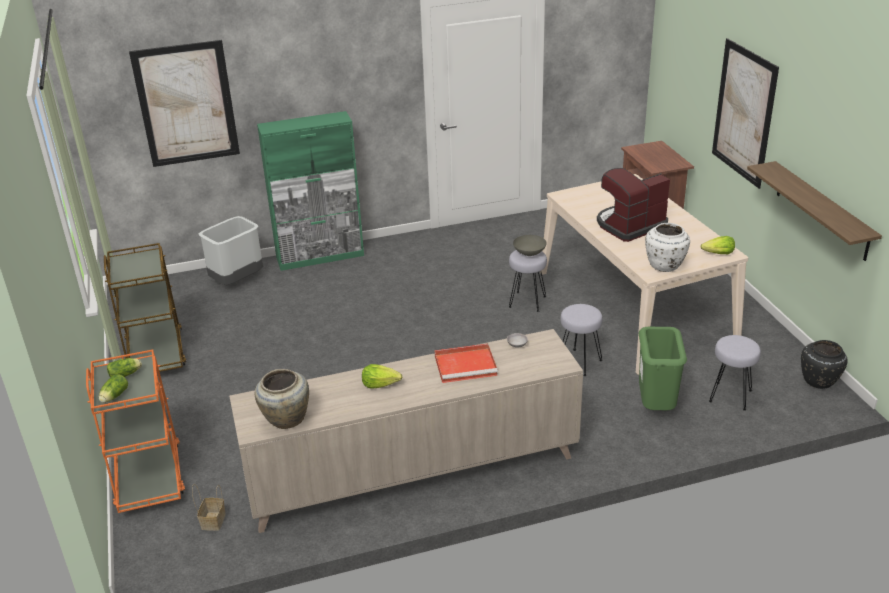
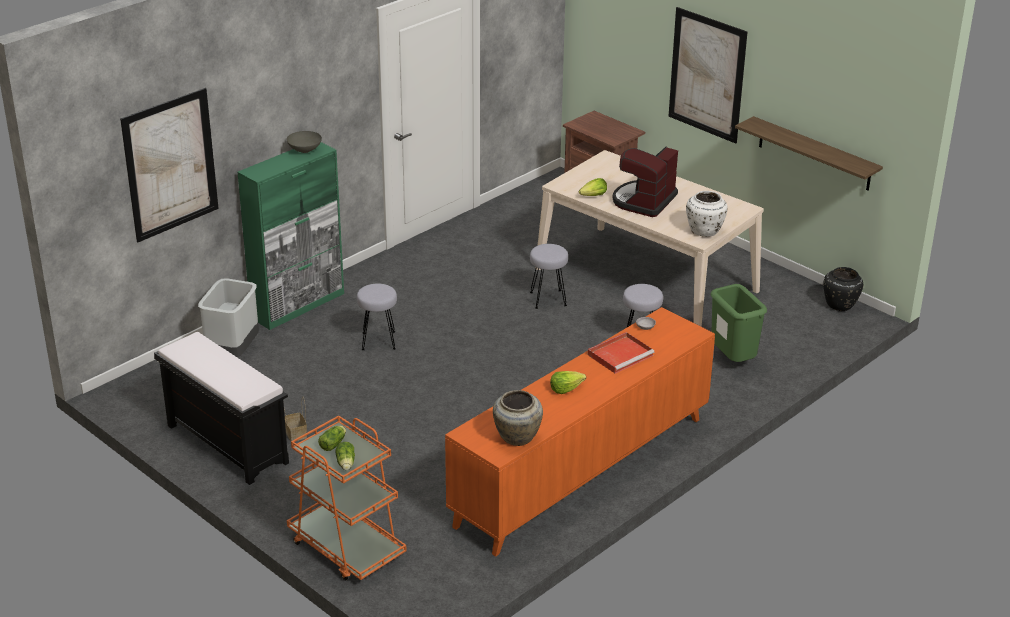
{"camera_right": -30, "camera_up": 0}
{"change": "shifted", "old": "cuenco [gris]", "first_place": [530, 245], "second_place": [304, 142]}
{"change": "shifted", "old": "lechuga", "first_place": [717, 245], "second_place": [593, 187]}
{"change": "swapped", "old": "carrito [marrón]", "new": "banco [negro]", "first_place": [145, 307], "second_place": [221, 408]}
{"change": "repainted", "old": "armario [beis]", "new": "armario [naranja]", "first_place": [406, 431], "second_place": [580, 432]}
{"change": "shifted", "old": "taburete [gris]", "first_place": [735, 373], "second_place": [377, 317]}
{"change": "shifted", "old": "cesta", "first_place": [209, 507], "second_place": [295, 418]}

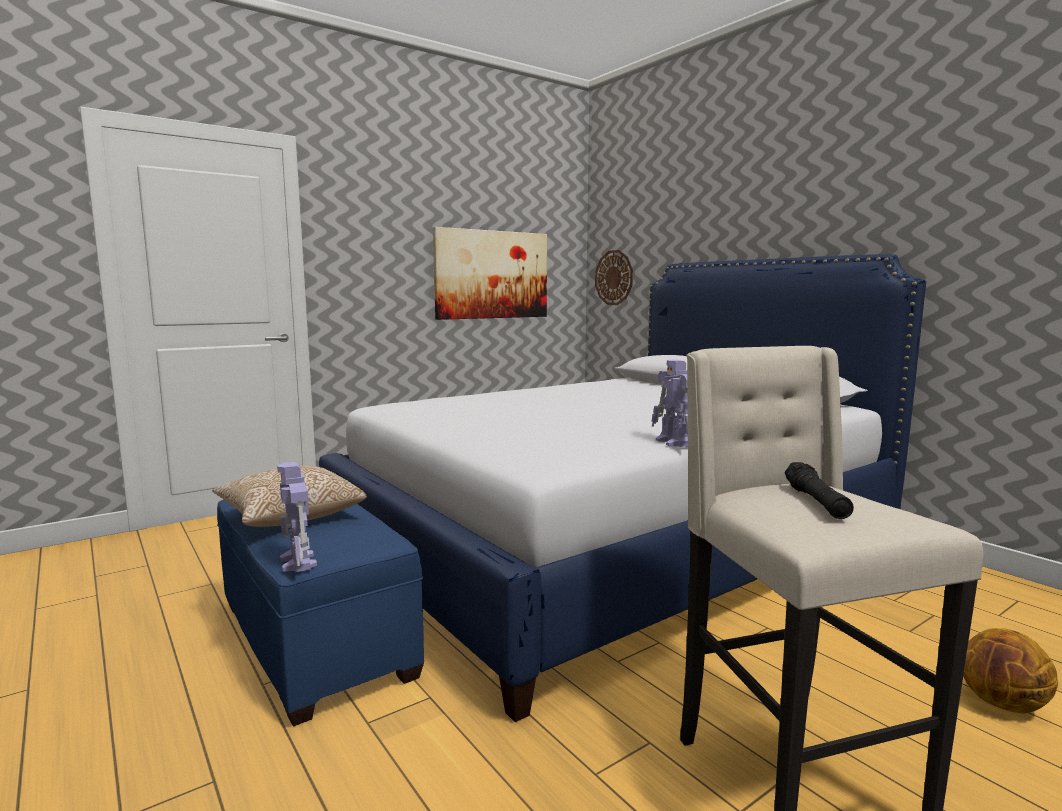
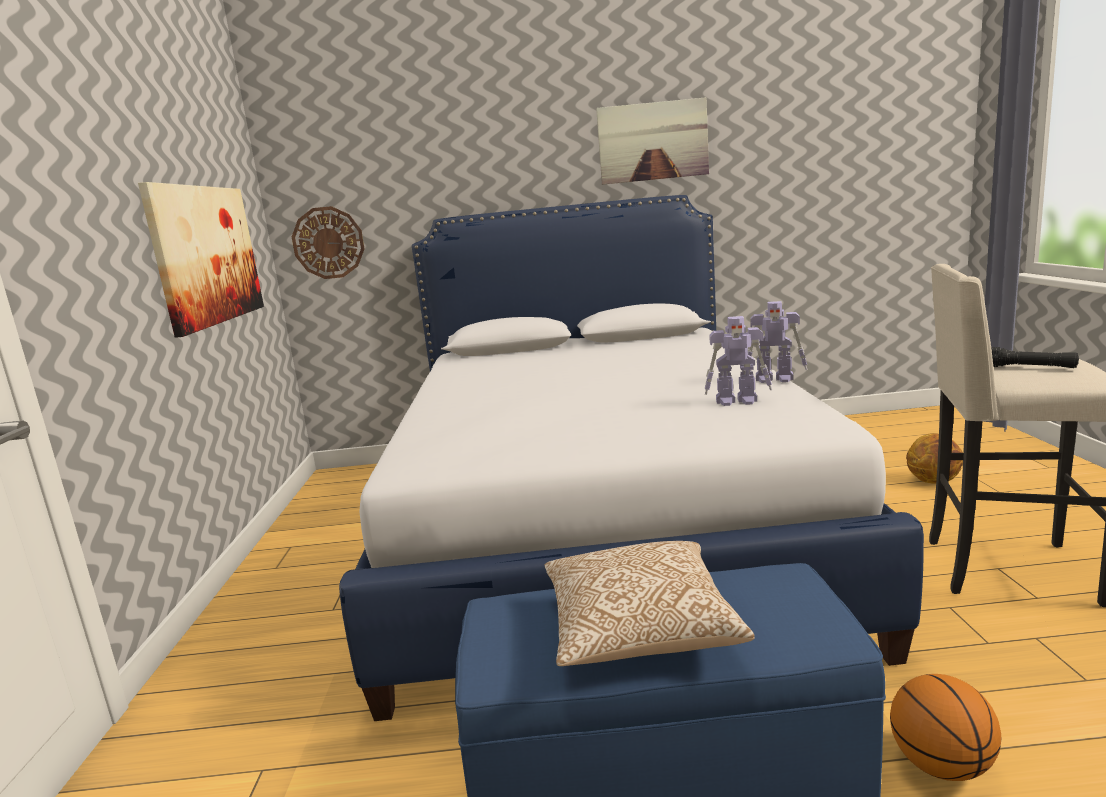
{"camera_right": -55, "camera_up": 5}
{"change": "shifted", "old": "robot de juguete", "first_place": [297, 517], "second_place": [738, 361]}
{"change": "new", "new": "cuadro", "second_place": [652, 141]}
{"change": "new", "new": "balón de baloncesto", "second_place": [945, 727]}

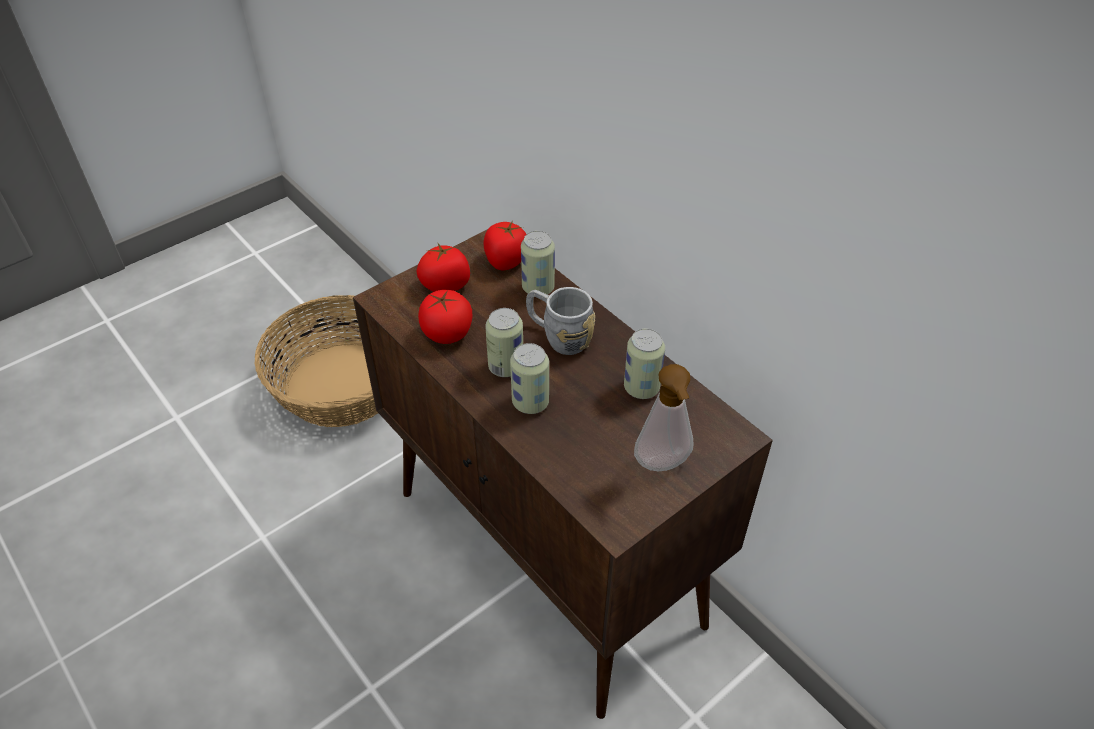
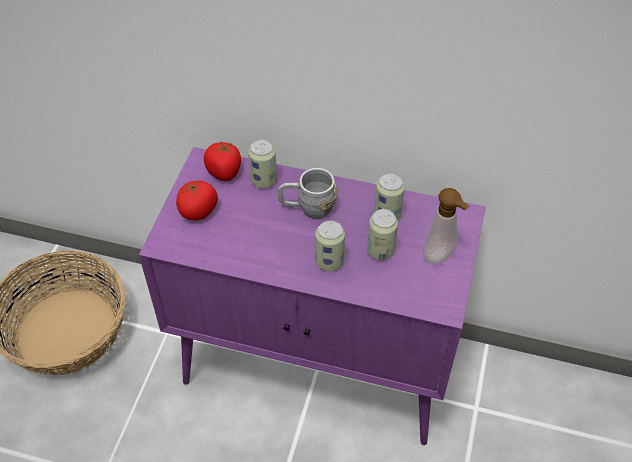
{"camera_right": -35, "camera_up": 5}
{"change": "repainted", "old": "armario [marrón]", "new": "armario [morado]", "first_place": [563, 474], "second_place": [312, 296]}
{"change": "gone", "old": "tomate", "first_place": [445, 317]}
{"change": "shifted", "old": "lata", "first_place": [504, 342], "second_place": [382, 234]}

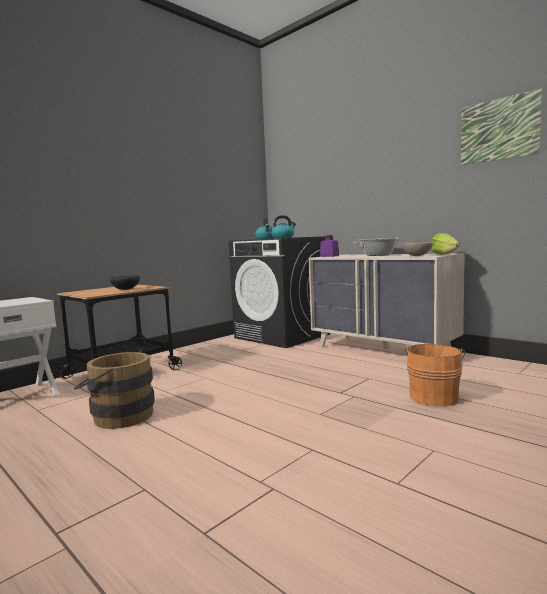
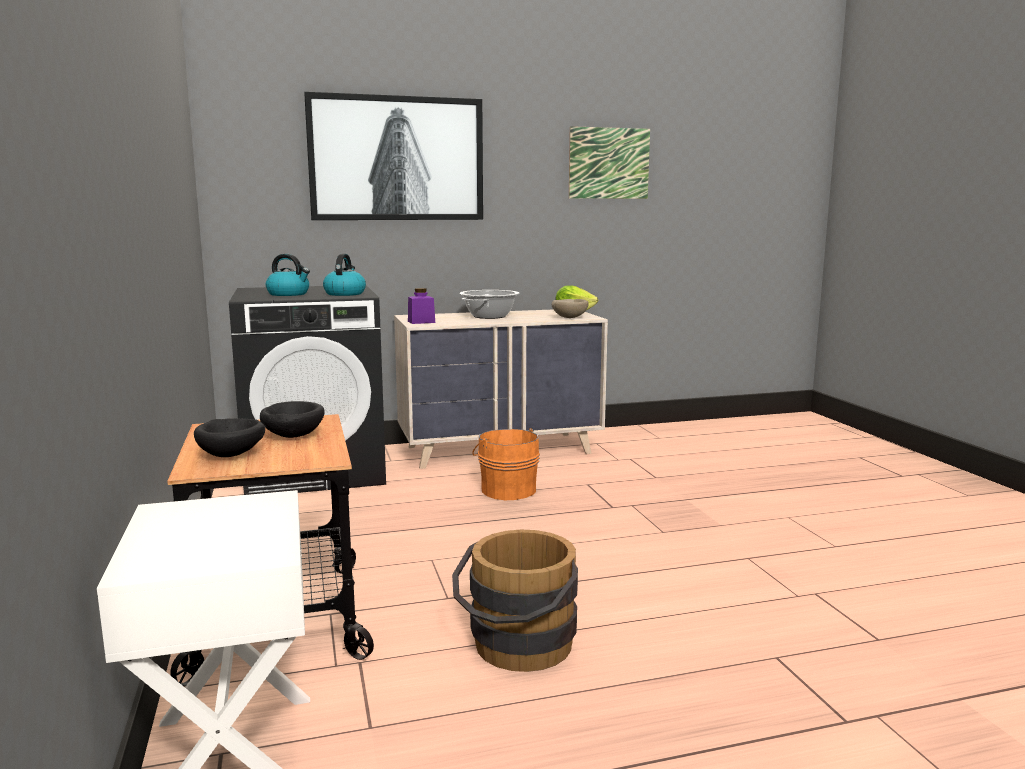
{"camera_right": -60, "camera_up": 5}
{"change": "shifted", "old": "cubo [naranja]", "first_place": [435, 375], "second_place": [506, 464]}
{"change": "new", "new": "cuadro", "second_place": [393, 156]}
{"change": "new", "new": "cuenco [negro]", "second_place": [229, 437]}

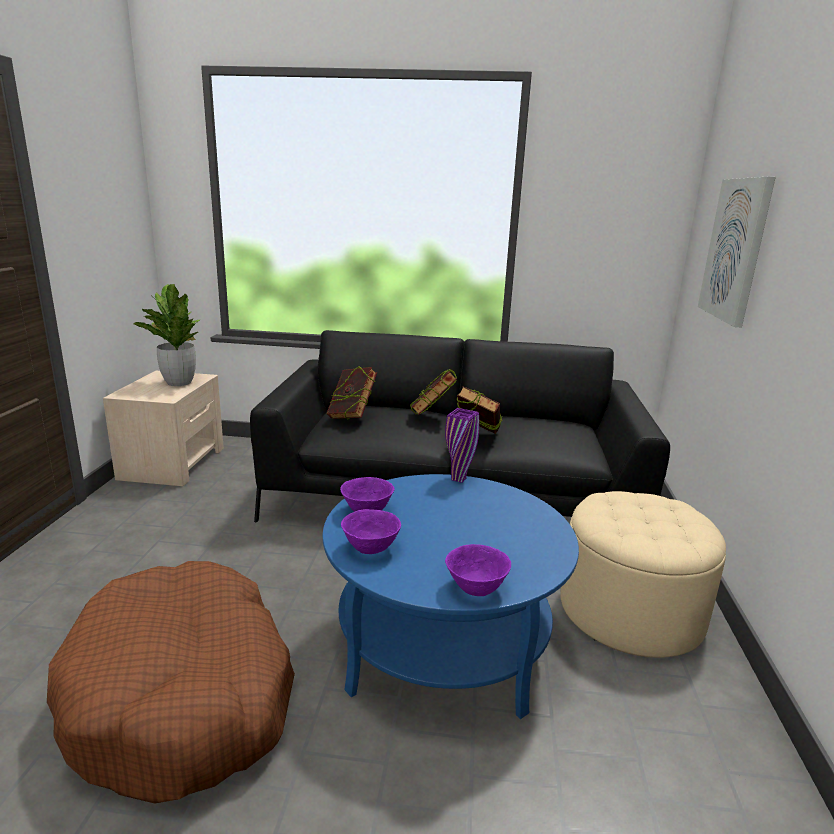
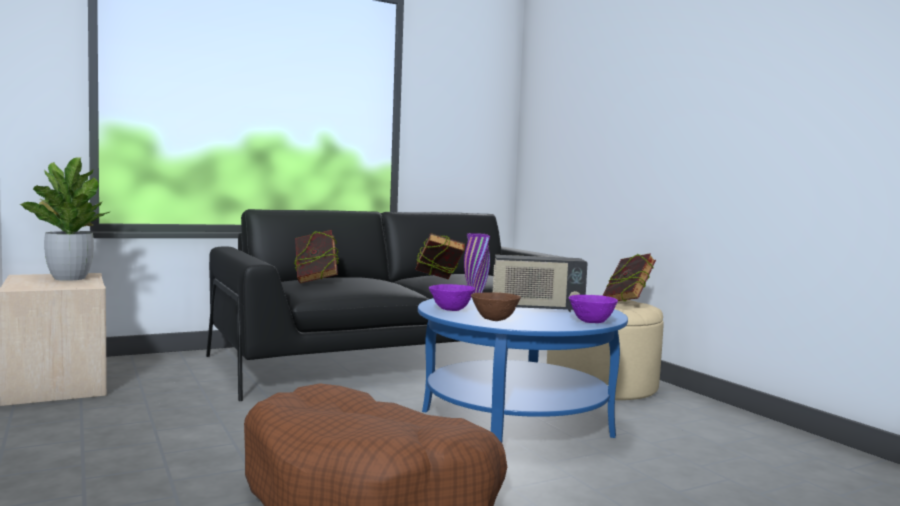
{"camera_right": -35, "camera_up": -15}
{"change": "gone", "old": "cuadro", "first_place": [737, 252]}
{"change": "shifted", "old": "libro", "first_place": [433, 391], "second_place": [629, 277]}
{"change": "repainted", "old": "cuenco [morado]", "new": "cuenco [marrón]", "first_place": [371, 531], "second_place": [496, 306]}
{"change": "new", "new": "radio", "second_place": [540, 283]}

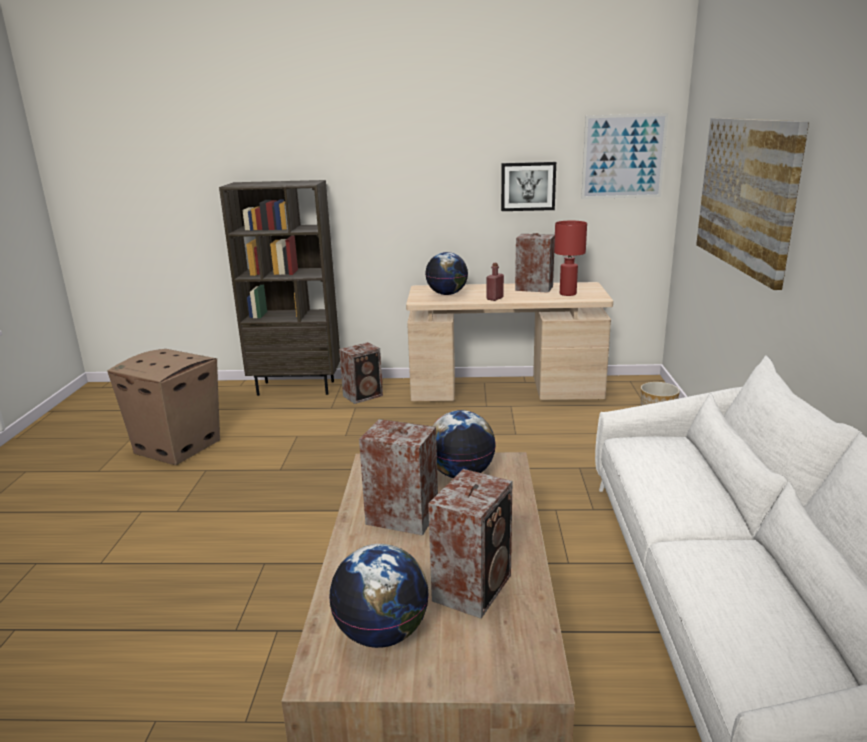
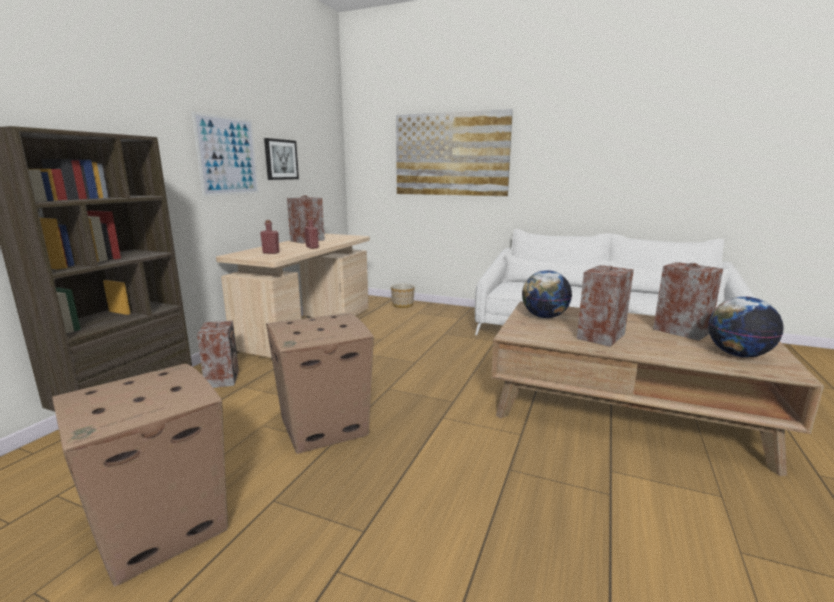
{"camera_right": -70, "camera_up": -5}
{"change": "shifted", "old": "cuadro", "first_place": [624, 156], "second_place": [225, 154]}
{"change": "gone", "old": "lámpara de mesa [rojo]", "first_place": [570, 258]}
{"change": "swapped", "old": "globo terráqueo", "new": "botella [rojo]", "first_place": [446, 273], "second_place": [269, 237]}
{"change": "new", "new": "caja de cartón", "second_place": [320, 383]}

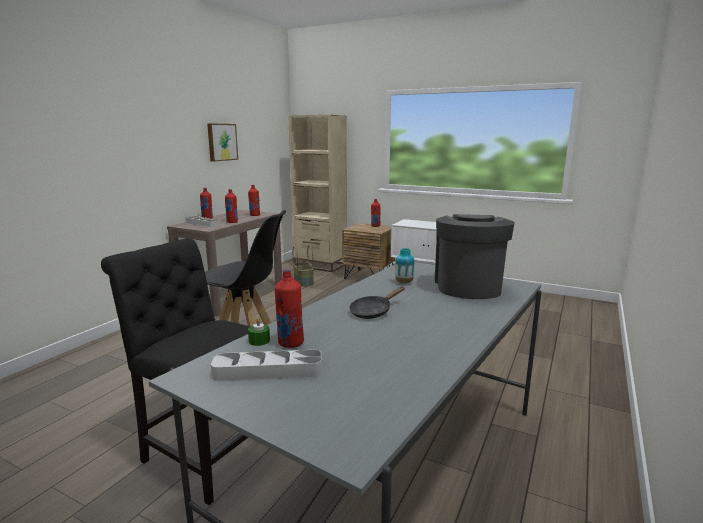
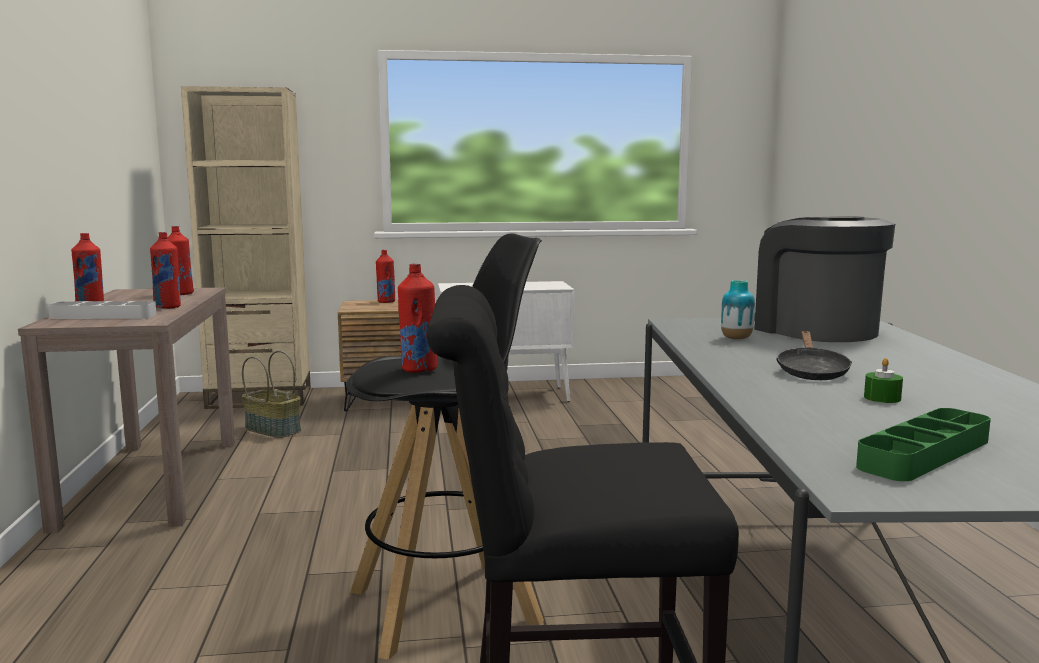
{"camera_right": -35, "camera_up": -5}
{"change": "gone", "old": "cuadro", "first_place": [222, 142]}
{"change": "shifted", "old": "botella [rojo]", "first_place": [289, 309], "second_place": [417, 318]}
{"change": "shifted", "old": "vela [verde]", "first_place": [259, 332], "second_place": [883, 380]}
{"change": "repainted", "old": "bandeja [gris]", "new": "bandeja [verde]", "first_place": [266, 365], "second_place": [923, 444]}

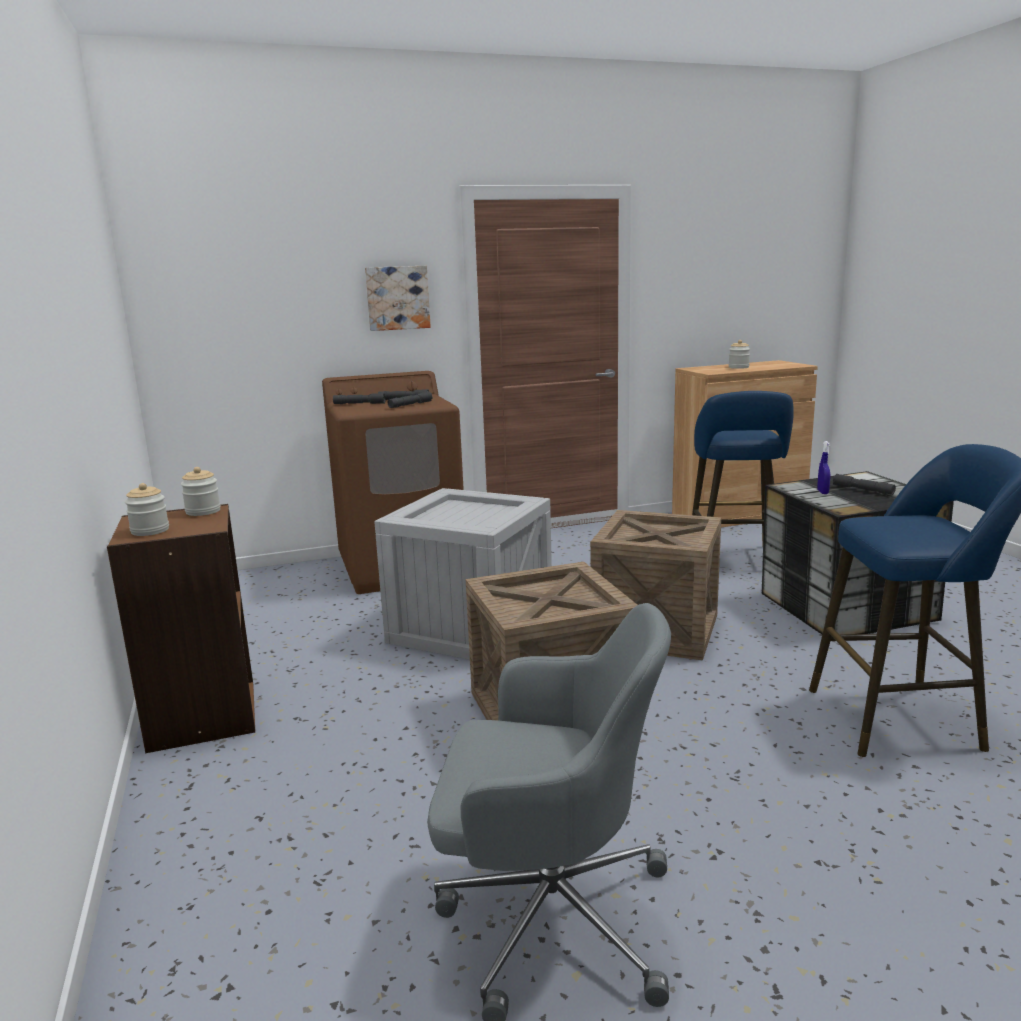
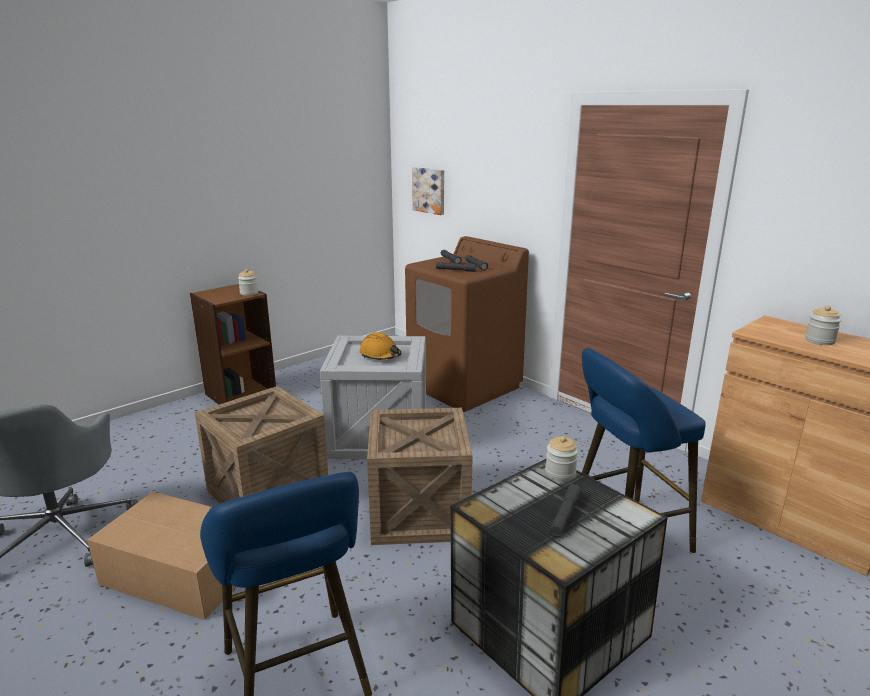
{"camera_right": 65, "camera_up": 5}
{"change": "shifted", "old": "cuadro", "first_place": [398, 298], "second_place": [428, 191]}
{"change": "gone", "old": "pulverizador [azul]", "first_place": [824, 467]}
{"change": "shifted", "old": "tarro", "first_place": [147, 509], "second_place": [561, 458]}
{"change": "new", "new": "casco [naranja]", "second_place": [380, 346]}
{"change": "new", "new": "caja de cartón", "second_place": [161, 556]}

